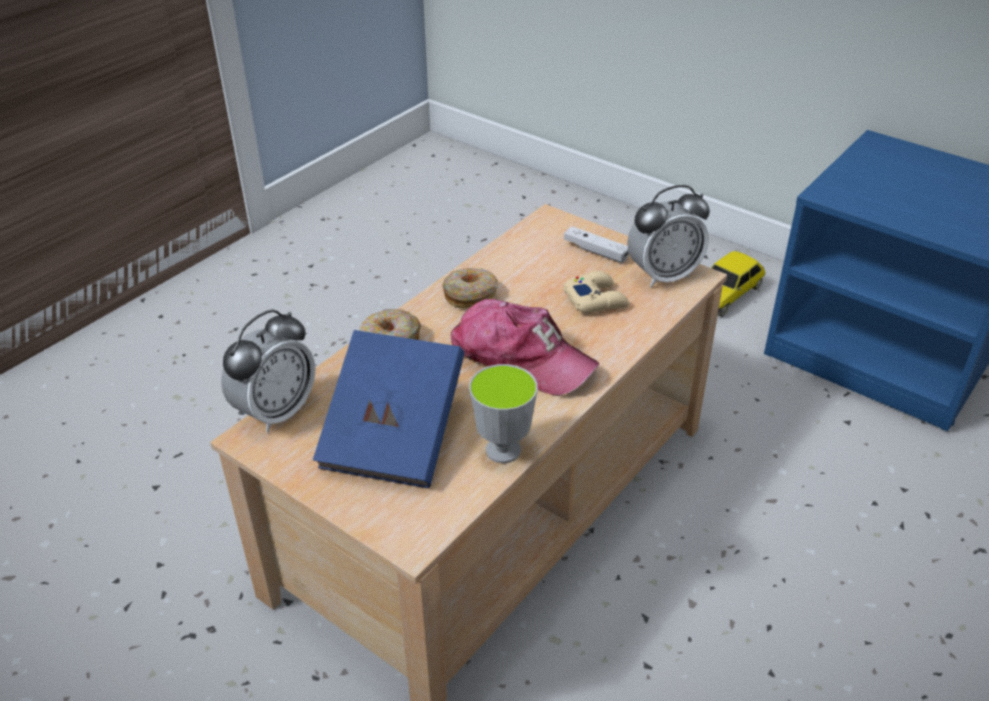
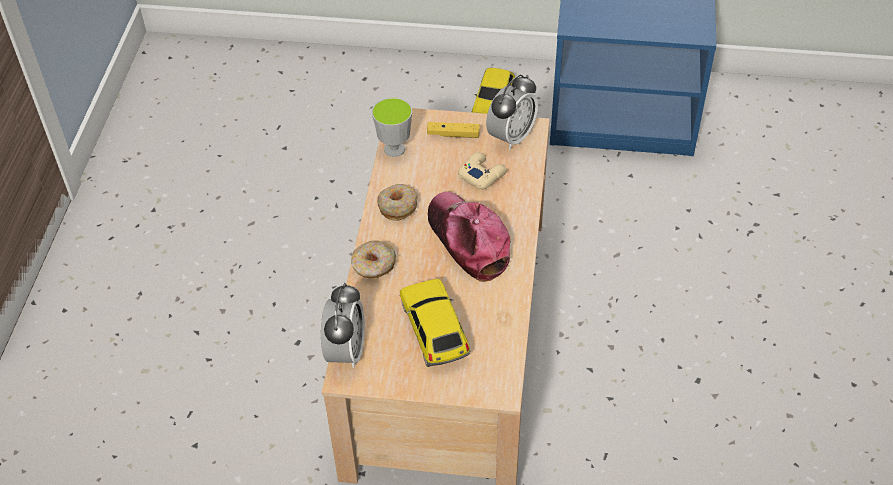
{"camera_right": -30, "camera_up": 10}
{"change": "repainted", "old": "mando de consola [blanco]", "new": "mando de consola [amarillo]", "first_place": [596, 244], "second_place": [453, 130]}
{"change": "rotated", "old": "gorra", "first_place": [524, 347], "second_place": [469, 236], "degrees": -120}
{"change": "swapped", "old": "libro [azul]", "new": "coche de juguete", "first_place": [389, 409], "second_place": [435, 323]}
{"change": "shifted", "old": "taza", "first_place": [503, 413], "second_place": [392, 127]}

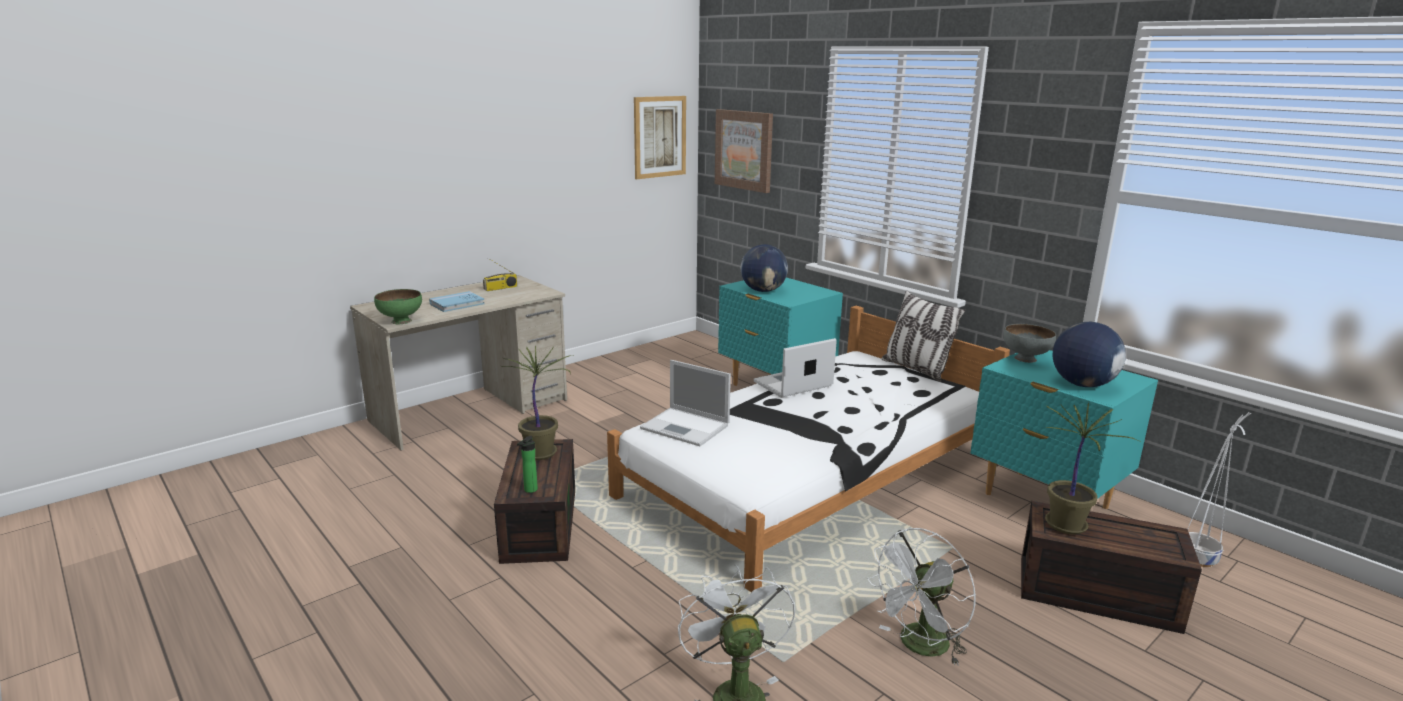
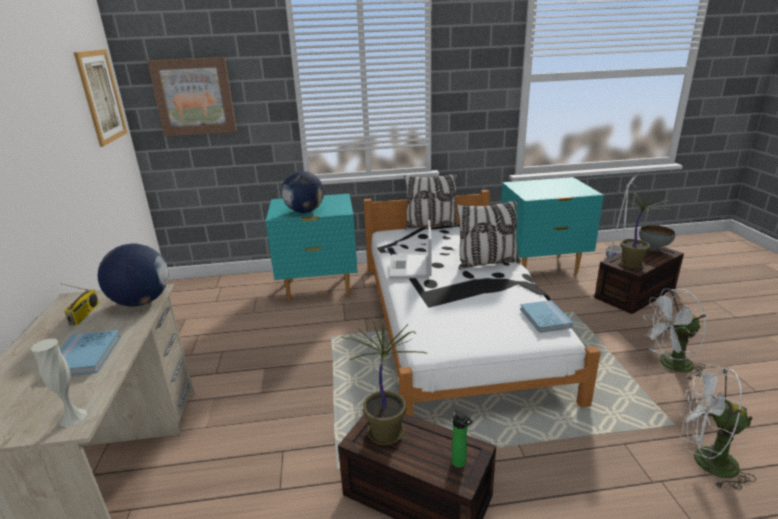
{"camera_right": -55, "camera_up": 5}
{"change": "swapped", "old": "cuenco [verde]", "new": "florero [blanco]", "first_place": [398, 306], "second_place": [59, 383]}
{"change": "shifted", "old": "globo terráqueo", "first_place": [1089, 354], "second_place": [133, 274]}
{"change": "shifted", "old": "cuenco [gris]", "first_place": [1029, 343], "second_place": [657, 238]}
{"change": "gone", "old": "portátil", "first_place": [685, 403]}
{"change": "rotated", "old": "ventilador [blanco]", "first_place": [921, 596], "second_place": [674, 335], "degrees": 90}
{"change": "new", "new": "cojín", "second_place": [488, 235]}
{"change": "new", "new": "libro [azul]", "second_place": [546, 316]}

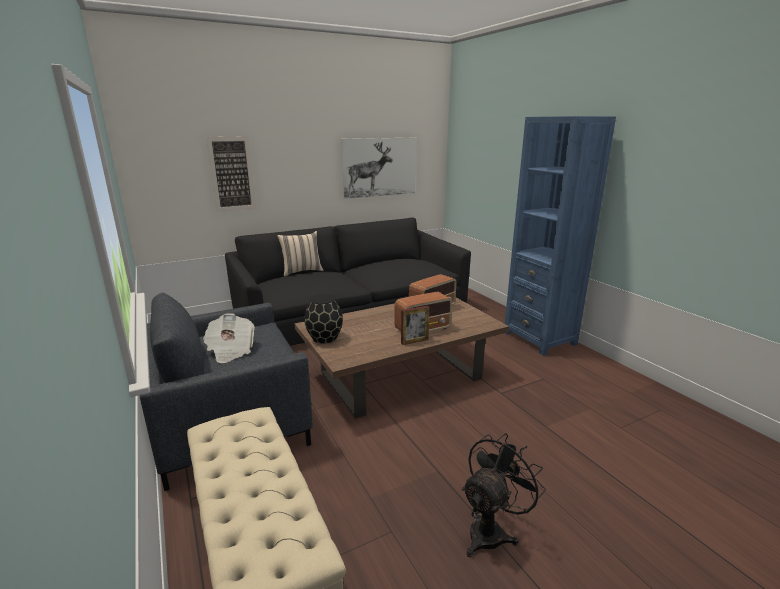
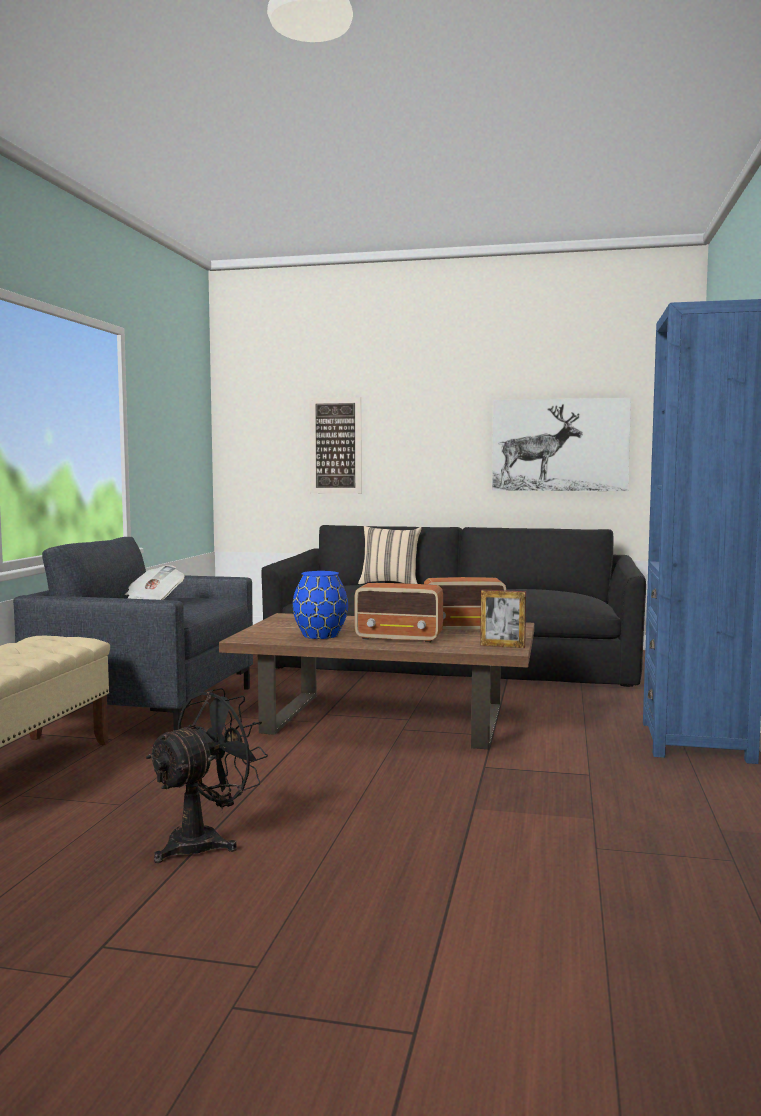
{"camera_right": 40, "camera_up": -15}
{"change": "gone", "old": "florero [negro]", "first_place": [323, 319]}
{"change": "shifted", "old": "portarretratos", "first_place": [415, 325], "second_place": [503, 618]}
{"change": "rotated", "old": "ventilador [negro]", "first_place": [504, 495], "second_place": [207, 775], "degrees": -45}
{"change": "new", "new": "florero [azul]", "second_place": [320, 605]}

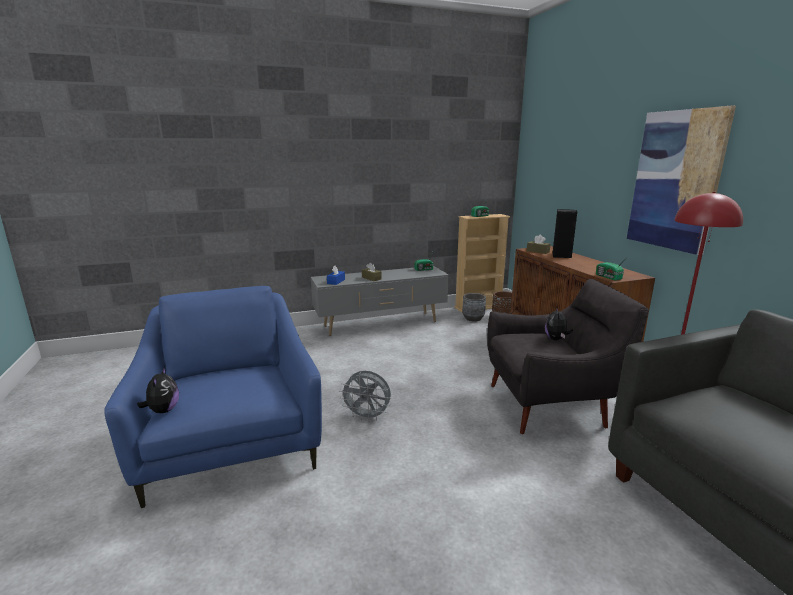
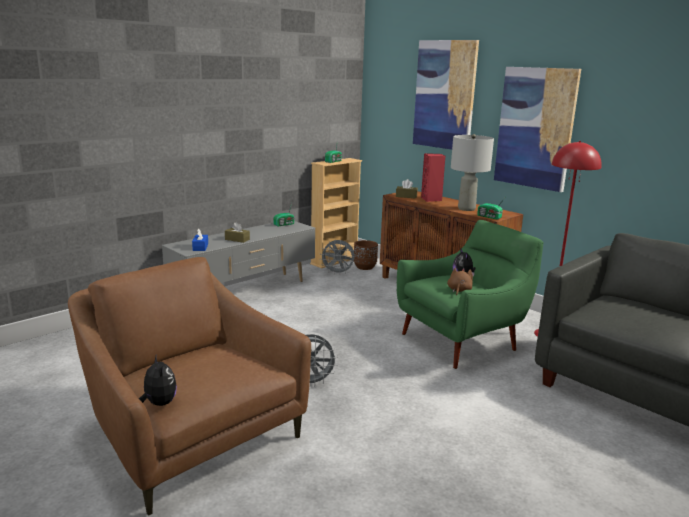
{"camera_right": -25, "camera_up": 0}
{"change": "repainted", "old": "altavoz [negro]", "new": "altavoz [rojo]", "first_place": [564, 233], "second_place": [433, 177]}
{"change": "repainted", "old": "sillón [gris]", "new": "sillón [verde]", "first_place": [568, 356], "second_place": [470, 294]}
{"change": "repainted", "old": "sillón [azul]", "new": "sillón [marrón]", "first_place": [213, 397], "second_place": [189, 386]}
{"change": "swapped", "old": "maceta [gris]", "new": "ventilador [gris]", "first_place": [474, 307], "second_place": [338, 257]}
{"change": "new", "new": "cuadro", "second_place": [446, 95]}
{"change": "new", "new": "lámpara de mesa [gris]", "second_place": [472, 172]}
{"change": "new", "new": "peluche [marrón]", "second_place": [460, 281]}

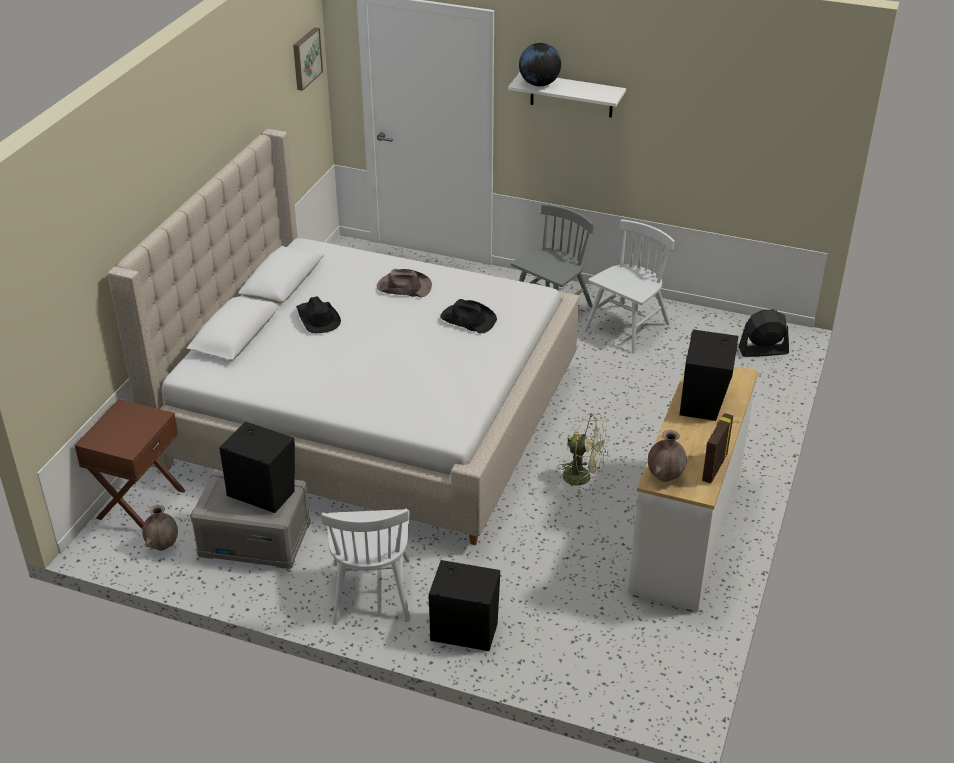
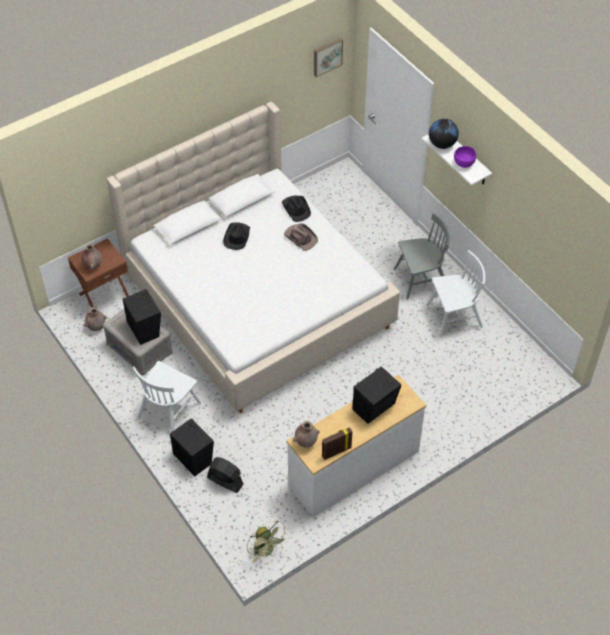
{"camera_right": 35, "camera_up": 15}
{"change": "shifted", "old": "sombrero [negro]", "first_place": [468, 316], "second_place": [296, 208]}
{"change": "shifted", "old": "ventilador [negro]", "first_place": [764, 333], "second_place": [225, 475]}
{"change": "shifted", "old": "ventilador [verde]", "first_place": [583, 453], "second_place": [268, 541]}
{"change": "new", "new": "cuenco [morado]", "second_place": [465, 157]}
{"change": "new", "new": "florero [marrón]", "second_place": [91, 256]}

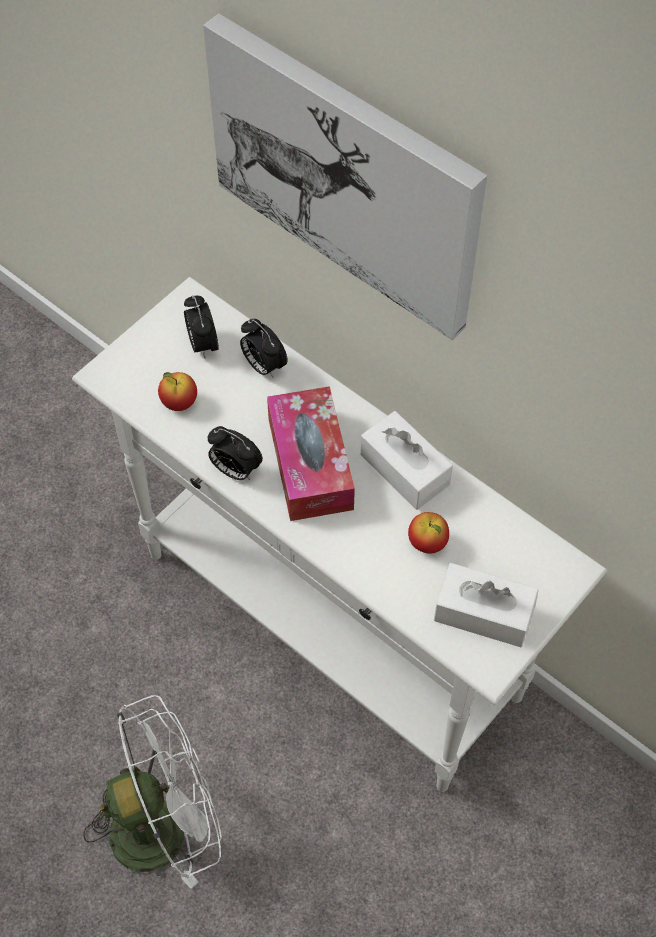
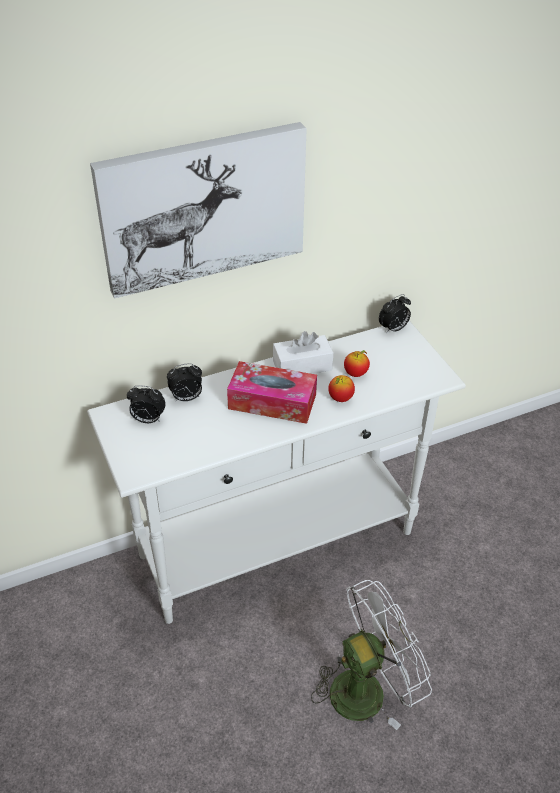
{"camera_right": -65, "camera_up": -15}
{"change": "shifted", "old": "manzana", "first_place": [177, 391], "second_place": [341, 388]}
{"change": "shifted", "old": "despertador", "first_place": [235, 453], "second_place": [395, 314]}
{"change": "gone", "old": "caja de pañuelos [blanco]", "first_place": [486, 605]}
{"change": "rotated", "old": "ventilador [blanco]", "first_place": [152, 792], "second_place": [371, 655], "degrees": 60}

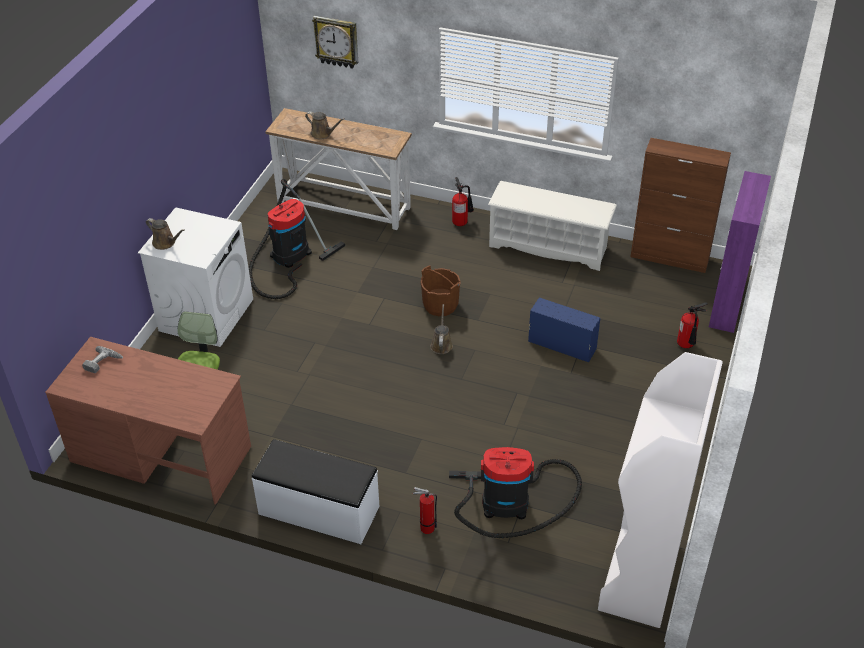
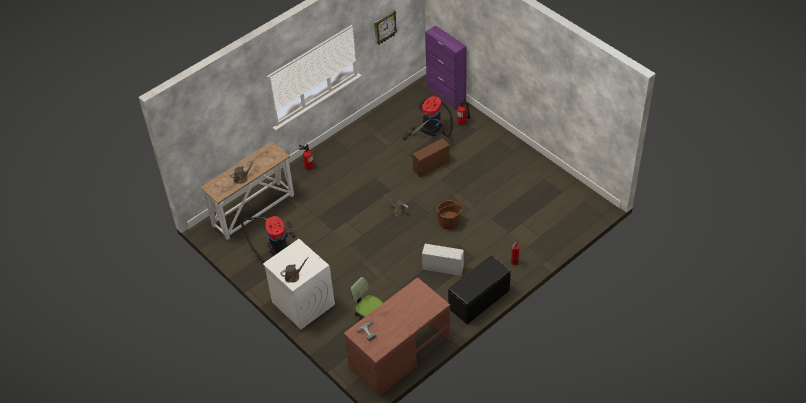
{"camera_right": -60, "camera_up": 5}
{"change": "shifted", "old": "reloj de pared", "first_place": [335, 42], "second_place": [385, 27]}
{"change": "gone", "old": "armario [marrón]", "first_place": [680, 205]}
{"change": "gone", "old": "zapatero [blanco]", "first_place": [552, 226]}
{"change": "shifted", "old": "cubo [marrón]", "first_place": [440, 290], "second_place": [448, 215]}
{"change": "repainted", "old": "caja de almacenaje [azul]", "new": "caja de almacenaje [marrón]", "first_place": [564, 330], "second_place": [431, 157]}
{"change": "gone", "old": "estantería [blanco]", "first_place": [660, 490]}
{"change": "repainted", "old": "banco [blanco]", "new": "banco [negro]", "first_place": [316, 491], "second_place": [479, 289]}
{"change": "shifted", "old": "aspiradora", "first_place": [515, 492], "second_place": [428, 118]}
{"change": "new", "new": "caja de almacenaje [blanco]", "second_place": [443, 260]}

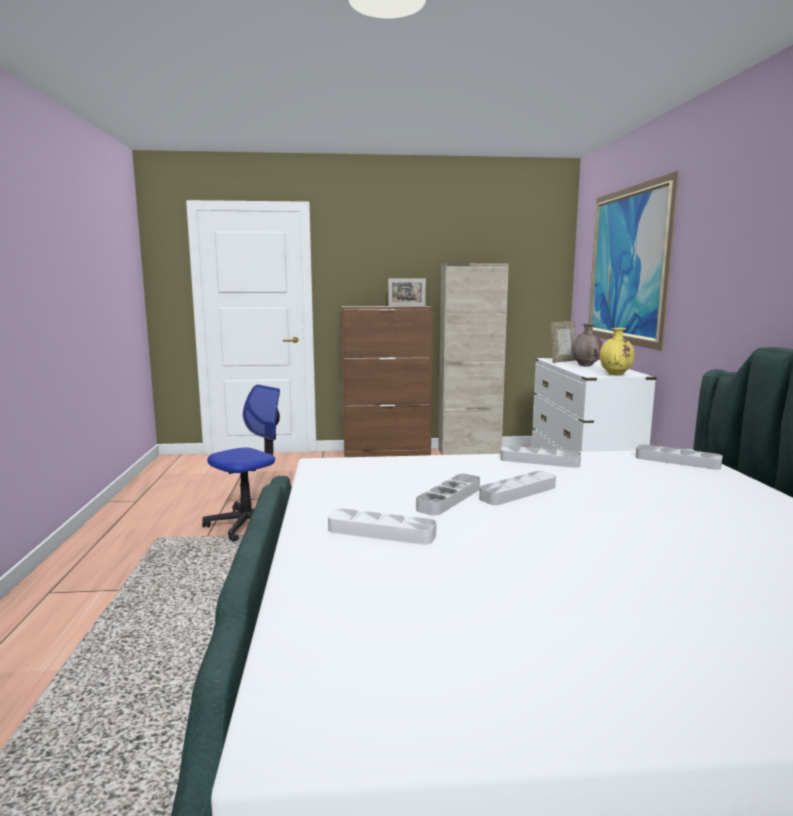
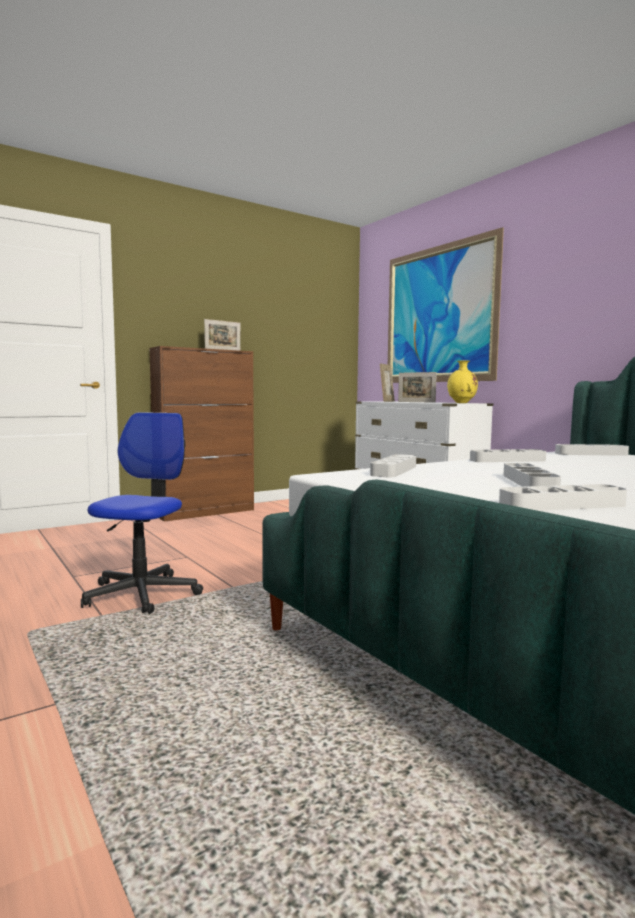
{"camera_right": -30, "camera_up": -5}
{"change": "gone", "old": "armario [beis]", "first_place": [473, 359]}
{"change": "swapped", "old": "florero [marrón]", "new": "portarretratos", "first_place": [587, 344], "second_place": [417, 387]}
{"change": "shifted", "old": "bandeja [gris]", "first_place": [517, 488], "second_place": [393, 465]}

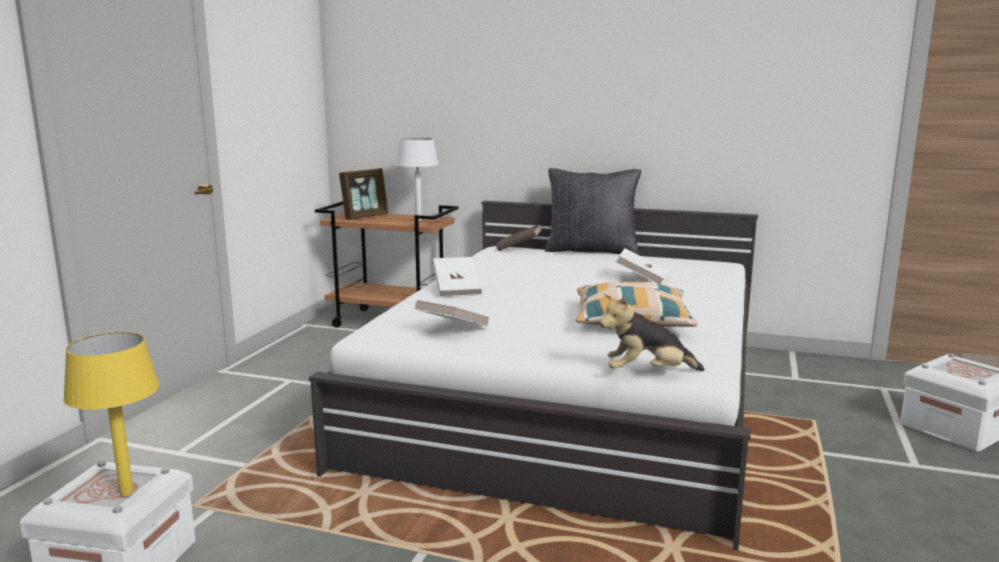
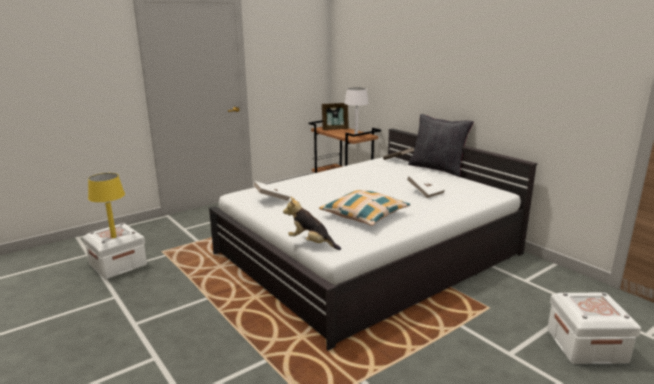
{"camera_right": 35, "camera_up": 5}
{"change": "gone", "old": "libro [blanco]", "first_place": [457, 277]}

